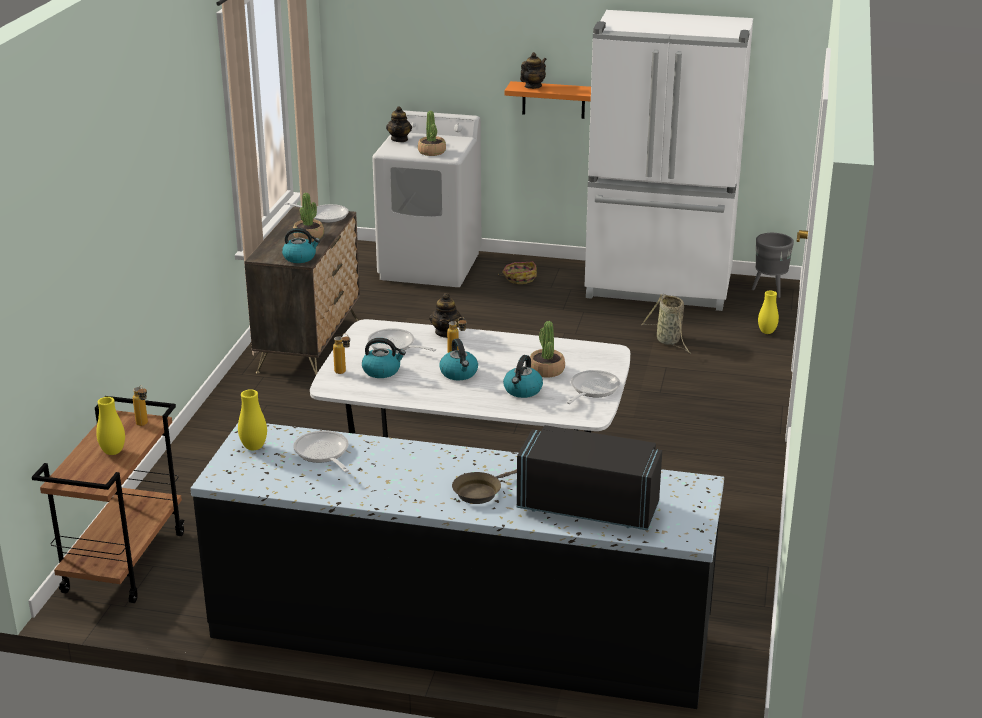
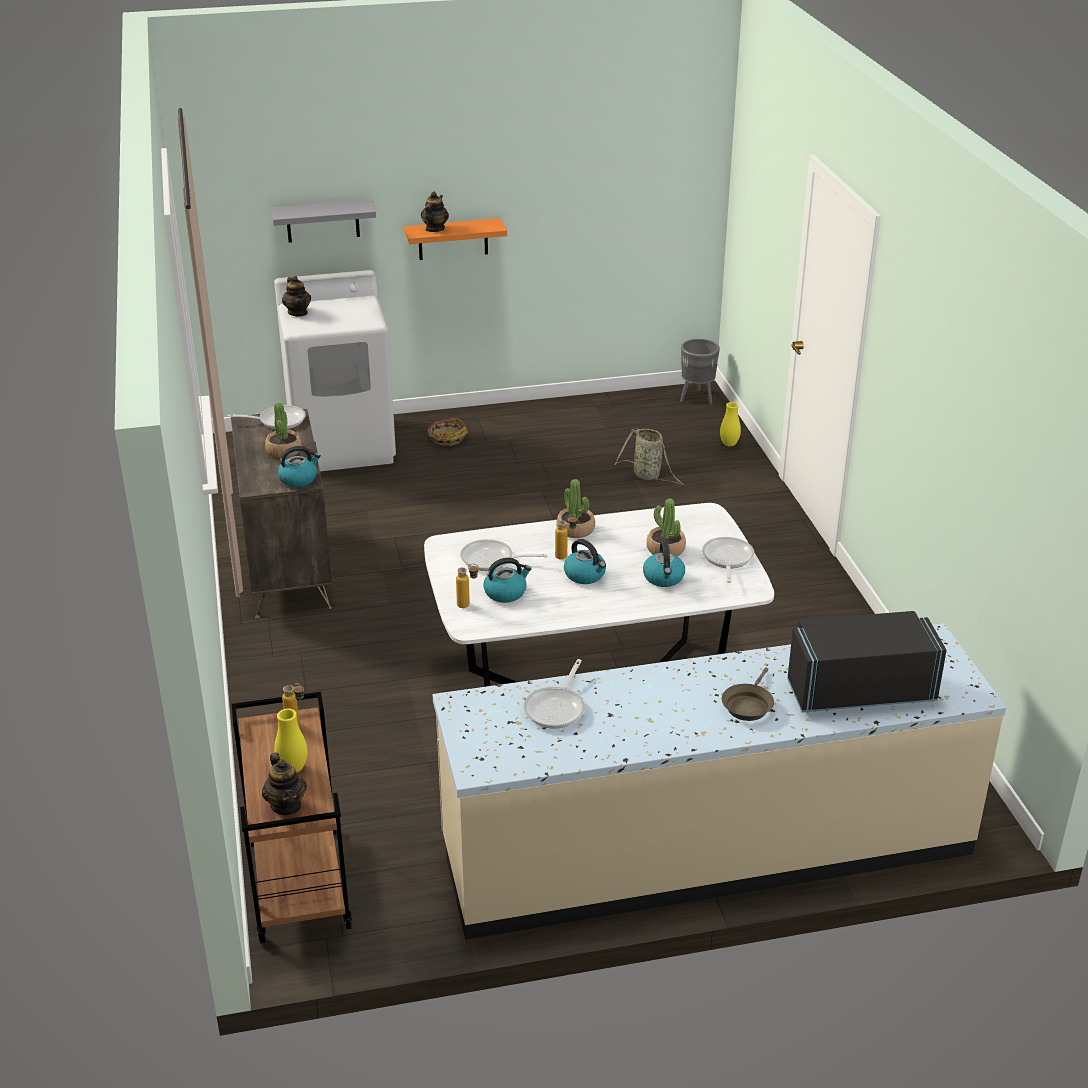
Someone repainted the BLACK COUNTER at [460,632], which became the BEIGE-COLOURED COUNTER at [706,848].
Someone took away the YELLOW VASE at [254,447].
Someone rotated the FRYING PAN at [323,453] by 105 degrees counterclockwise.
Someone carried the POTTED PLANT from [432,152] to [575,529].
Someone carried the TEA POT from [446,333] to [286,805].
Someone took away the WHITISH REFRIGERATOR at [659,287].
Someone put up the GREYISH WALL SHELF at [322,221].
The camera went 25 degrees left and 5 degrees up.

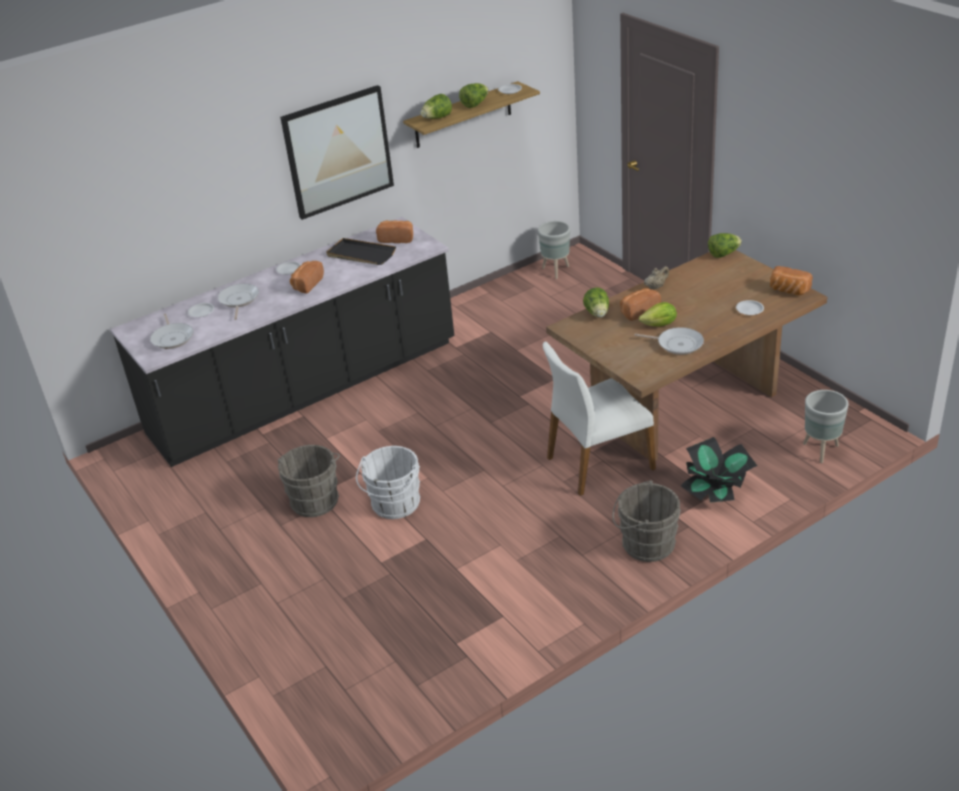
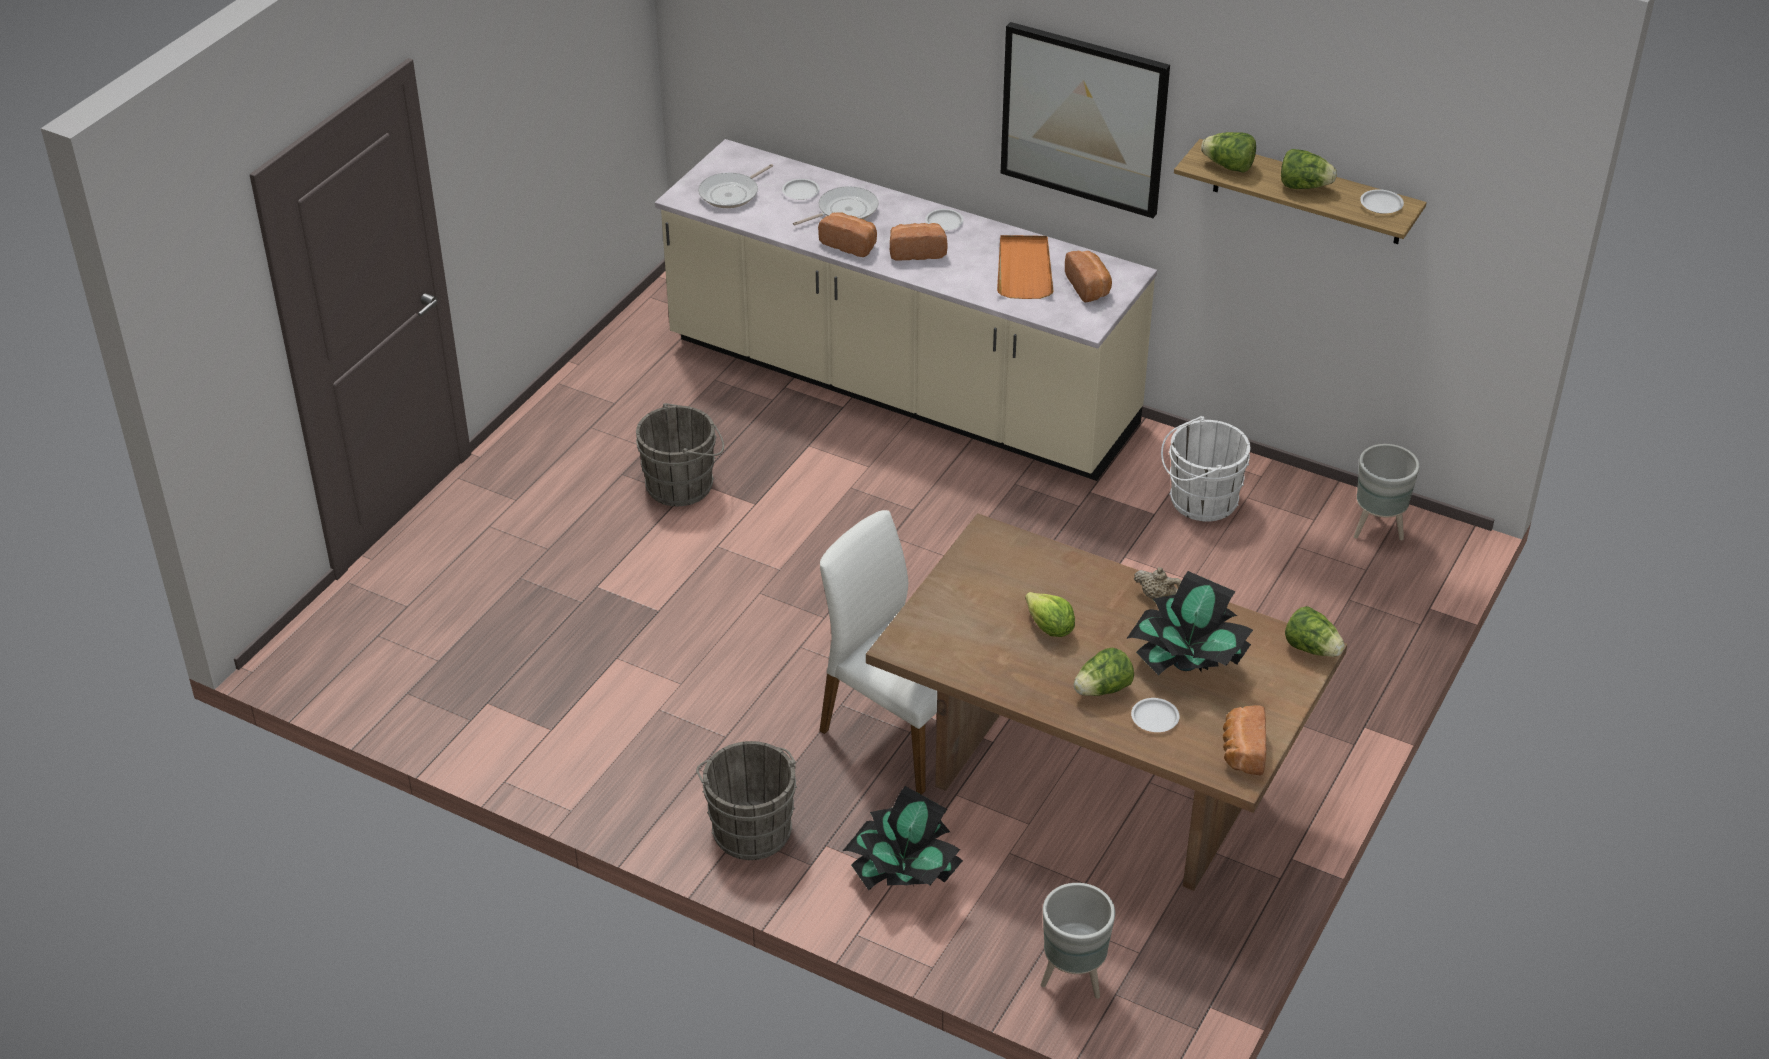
Someone repainted the BLACK COUNTER at [305,389], which became the BEIGE-COLOURED COUNTER at [900,386].
Someone repainted the BLACK TRAY at [360,254], which became the ORANGEY TRAY at [1024,270].
Someone carried the WHITISH BUCKET from [394,505] to [1199,500].
Someone carried the HEAD OF LETTUCE from [597,314] to [1102,690].
Someone carried the BAKERY BREAD from [638,311] to [850,244].
Someone took away the FRYING PAN at [677,344].
Someone put down the POTTED PLANT at [1186,664].
The camera went 60 degrees right and 5 degrees up.

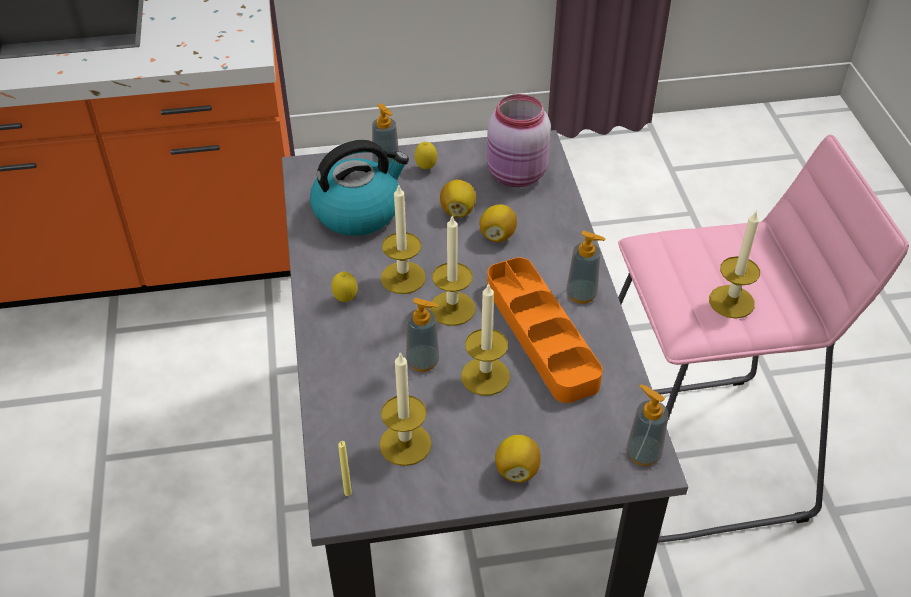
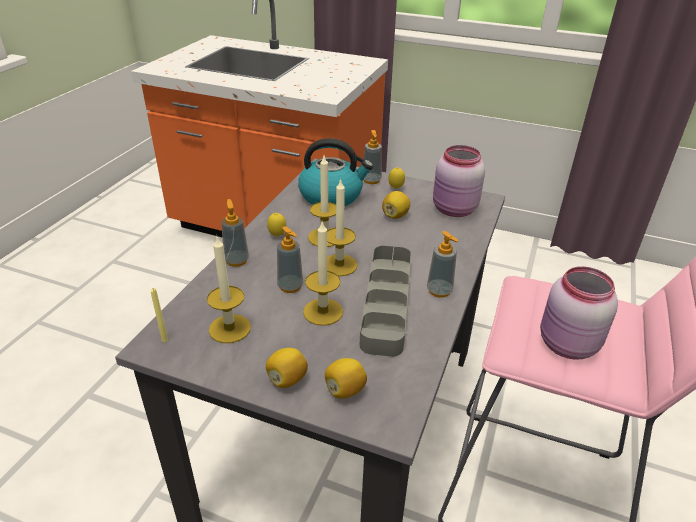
Someone carried the WHOLE LEMON from [497,235] to [345,390].
Someone repainted the ORANGEY TRAY at [541,334], which became the GREYISH TRAY at [386,303].
Someone carried the SOAP BOTTLE from [643,454] to [236,260].
Someone swapped the WAX LIGHT at [731,301] for the PINK JAR at [566,345].
The camera went 30 degrees right and 10 degrees down.

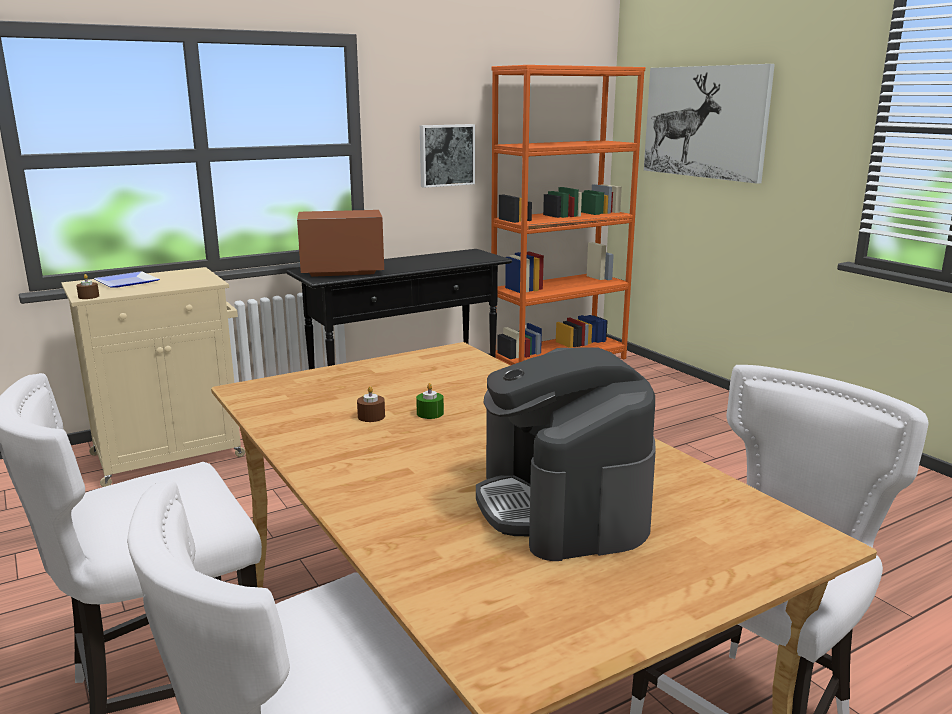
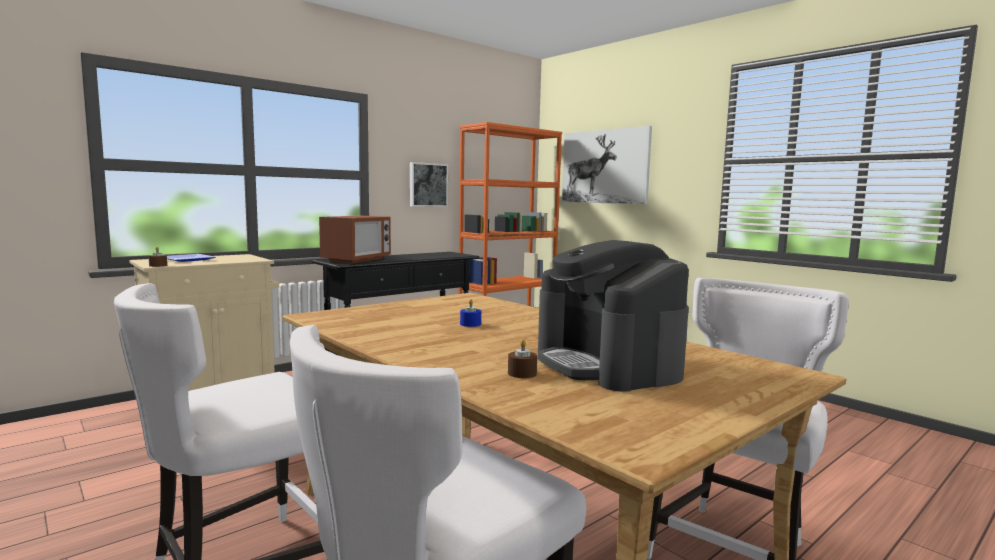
Someone rotated the MICROWAVE OVEN at [342,271] by 135 degrees clockwise.
Someone carried the BROWN WAX LIGHT from [371,416] to [522,373].
Someone repainted the GREEN WAX LIGHT at [430,413], which became the BLUE WAX LIGHT at [470,324].
The camera went 10 degrees left and 10 degrees down.

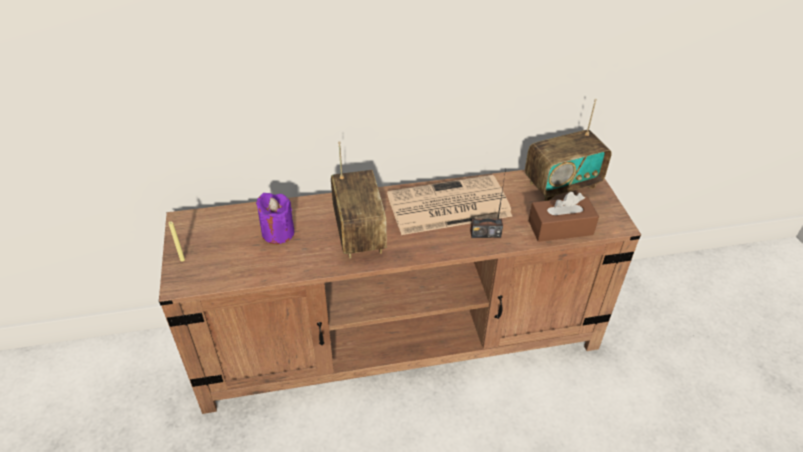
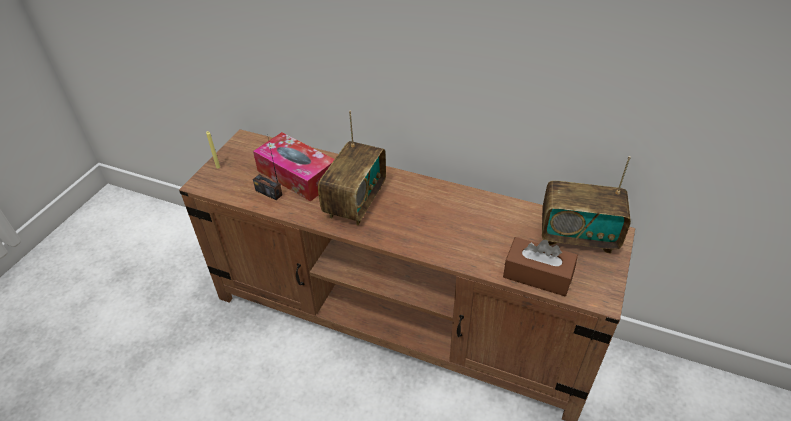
Someone swapped the PURPLE-COLOURED WAX LIGHT at [278,233] for the TISSUE BOX at [297,175].
Someone took away the DAILY PAPER at [447,206].
Someone carried the RADIO from [485,234] to [269,192].
The camera went 35 degrees right and 0 degrees up.

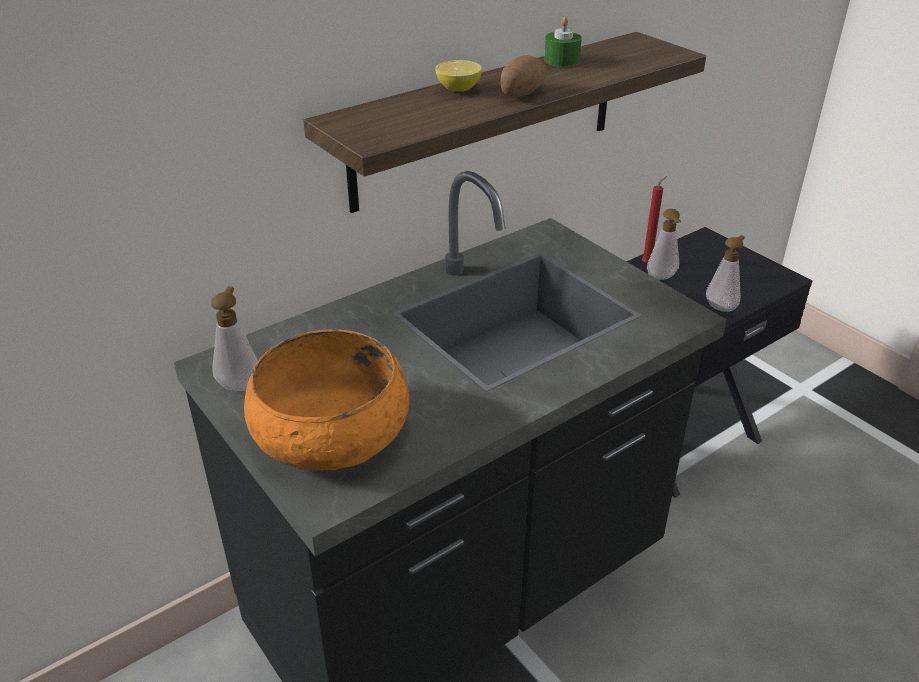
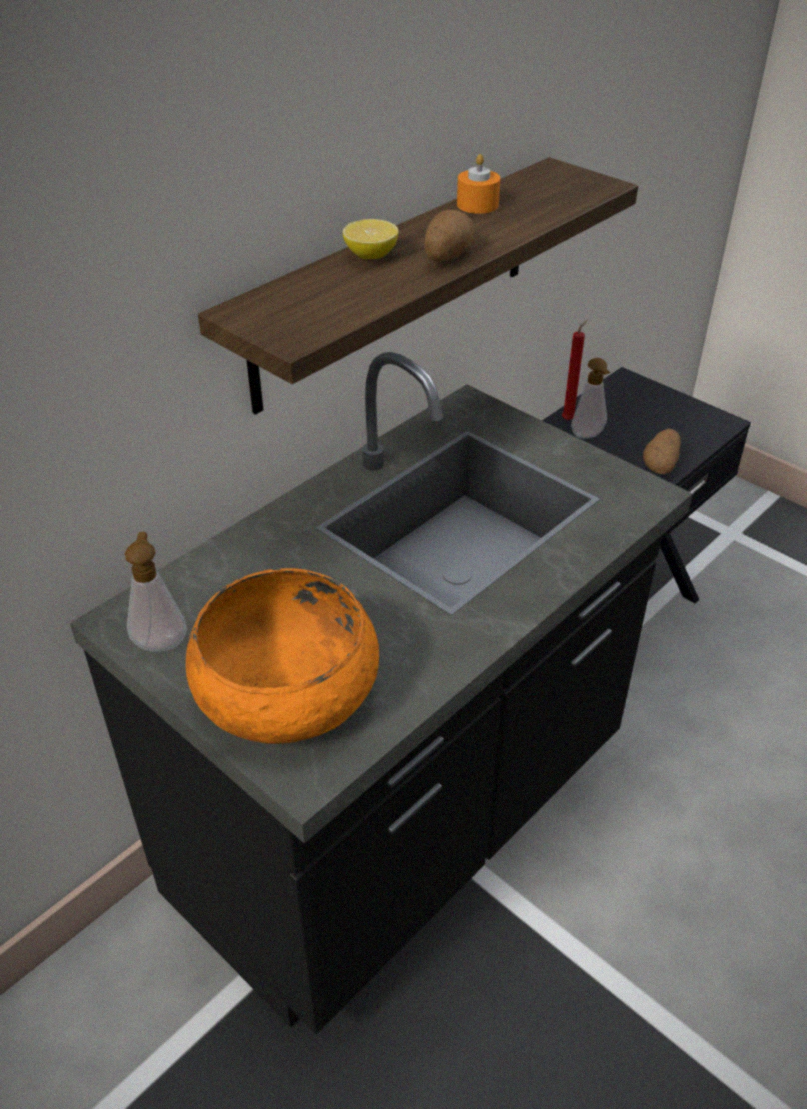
Someone repainted the GREEN WAX LIGHT at [561,60], which became the ORANGEY WAX LIGHT at [477,204].
Someone swapped the SOAP BOTTLE at [721,306] for the WHOLE POTATO at [661,464].
The camera went 10 degrees left and 5 degrees up.

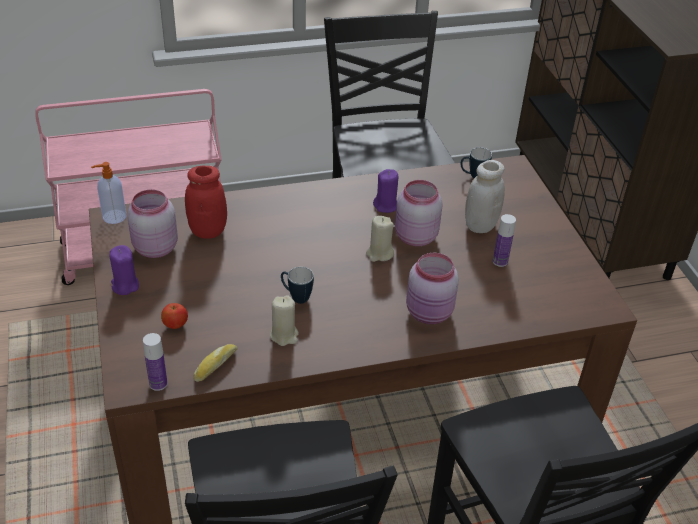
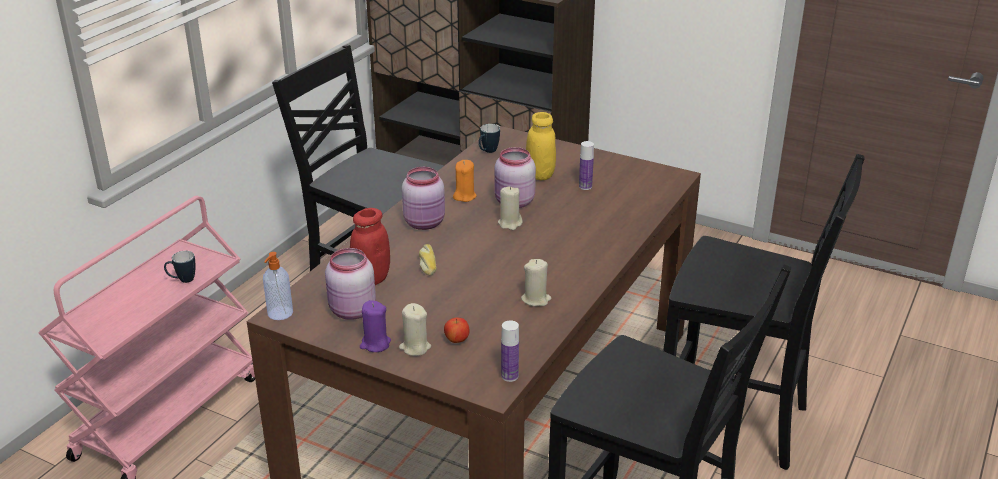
Someone carried the BAKERY BREAD from [214,365] to [427,264].
Someone carried the TEA MUG from [296,297] to [182,280].
Someone repainted the PURPLE-COLOURED WAX LIGHT at [386,205], which became the ORANGEY WAX LIGHT at [464,196].
Someone carried the PINK JAR from [429,313] to [425,223].
Someone repainted the WHITISH JAR at [480,225], which became the YELLOW JAR at [540,175].
Someone put down the BEIGE-COLOURED WAX LIGHT at [415,347].
The camera went 45 degrees left and 10 degrees down.

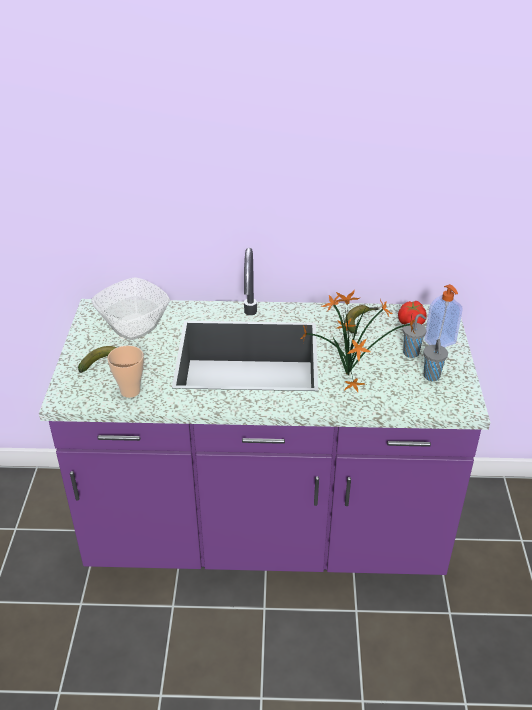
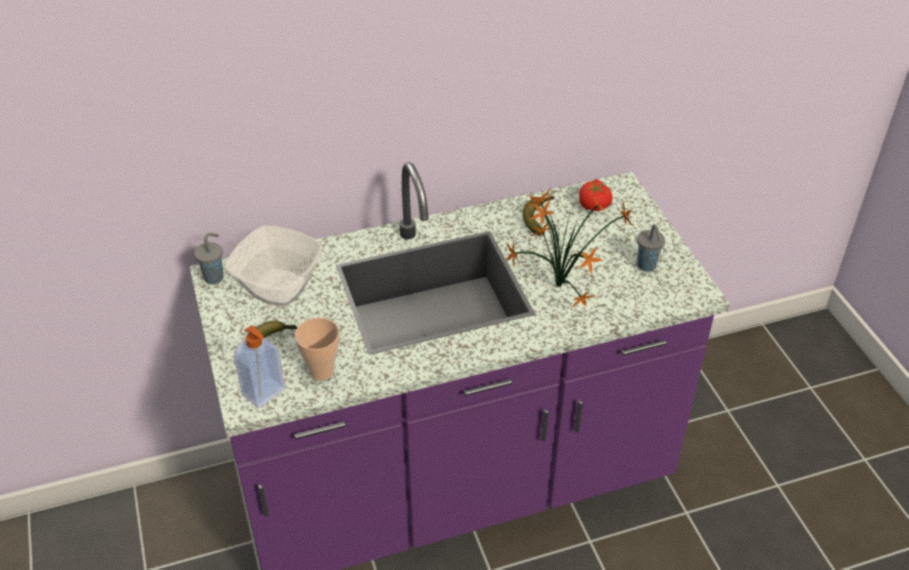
Someone carried the GREYISH CUP from [411,352] to [215,277].
Someone carried the SOAP BOTTLE from [440,342] to [264,393].
The camera went 20 degrees left and 5 degrees up.

